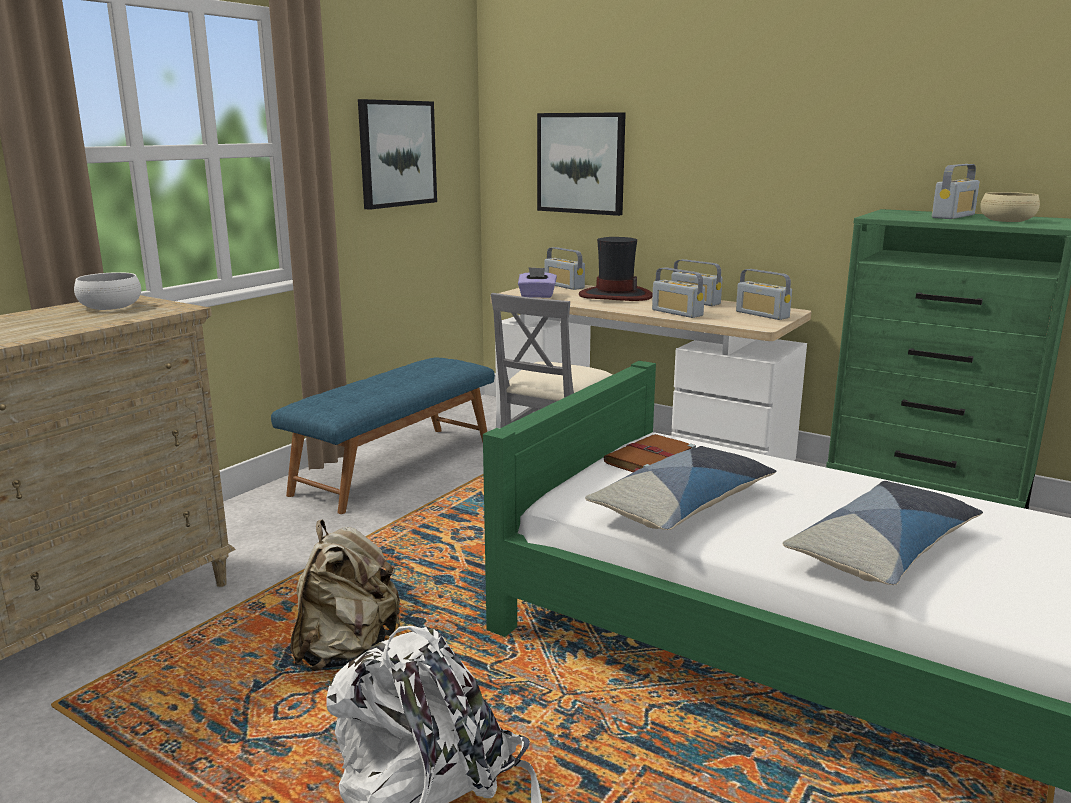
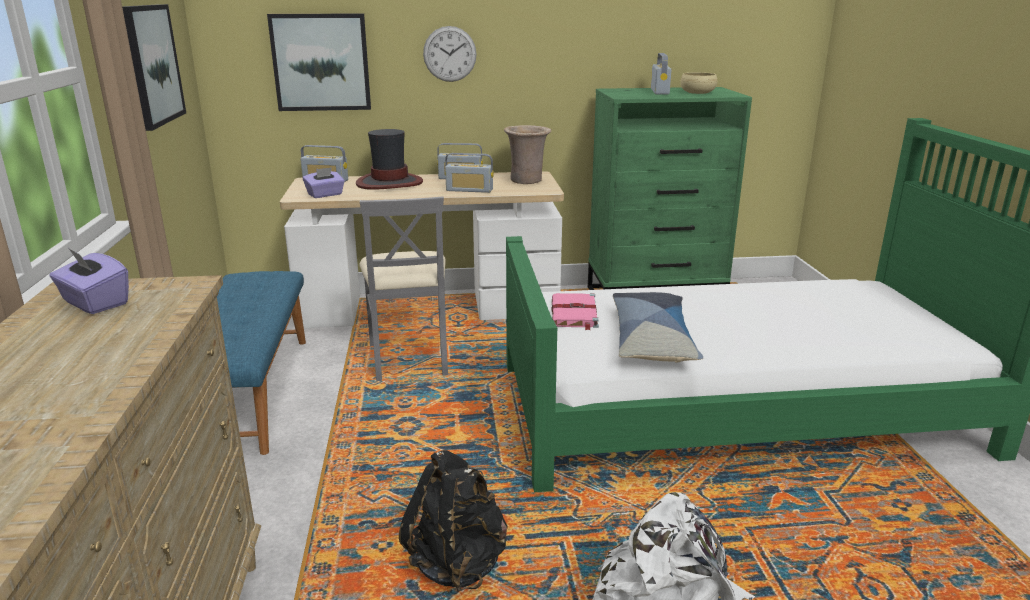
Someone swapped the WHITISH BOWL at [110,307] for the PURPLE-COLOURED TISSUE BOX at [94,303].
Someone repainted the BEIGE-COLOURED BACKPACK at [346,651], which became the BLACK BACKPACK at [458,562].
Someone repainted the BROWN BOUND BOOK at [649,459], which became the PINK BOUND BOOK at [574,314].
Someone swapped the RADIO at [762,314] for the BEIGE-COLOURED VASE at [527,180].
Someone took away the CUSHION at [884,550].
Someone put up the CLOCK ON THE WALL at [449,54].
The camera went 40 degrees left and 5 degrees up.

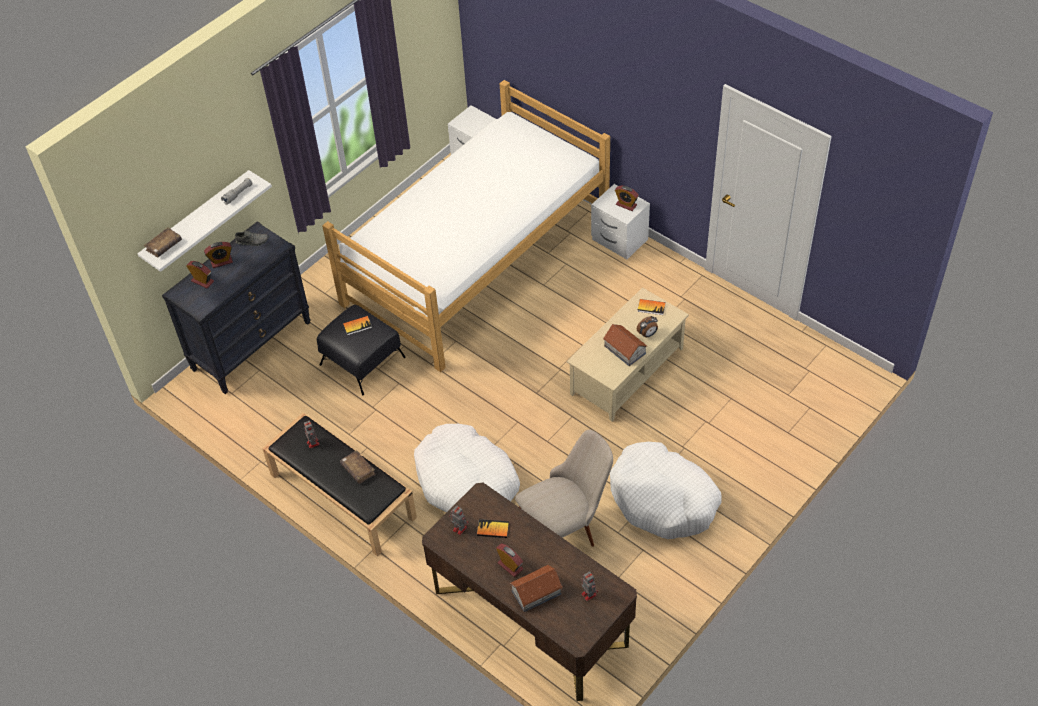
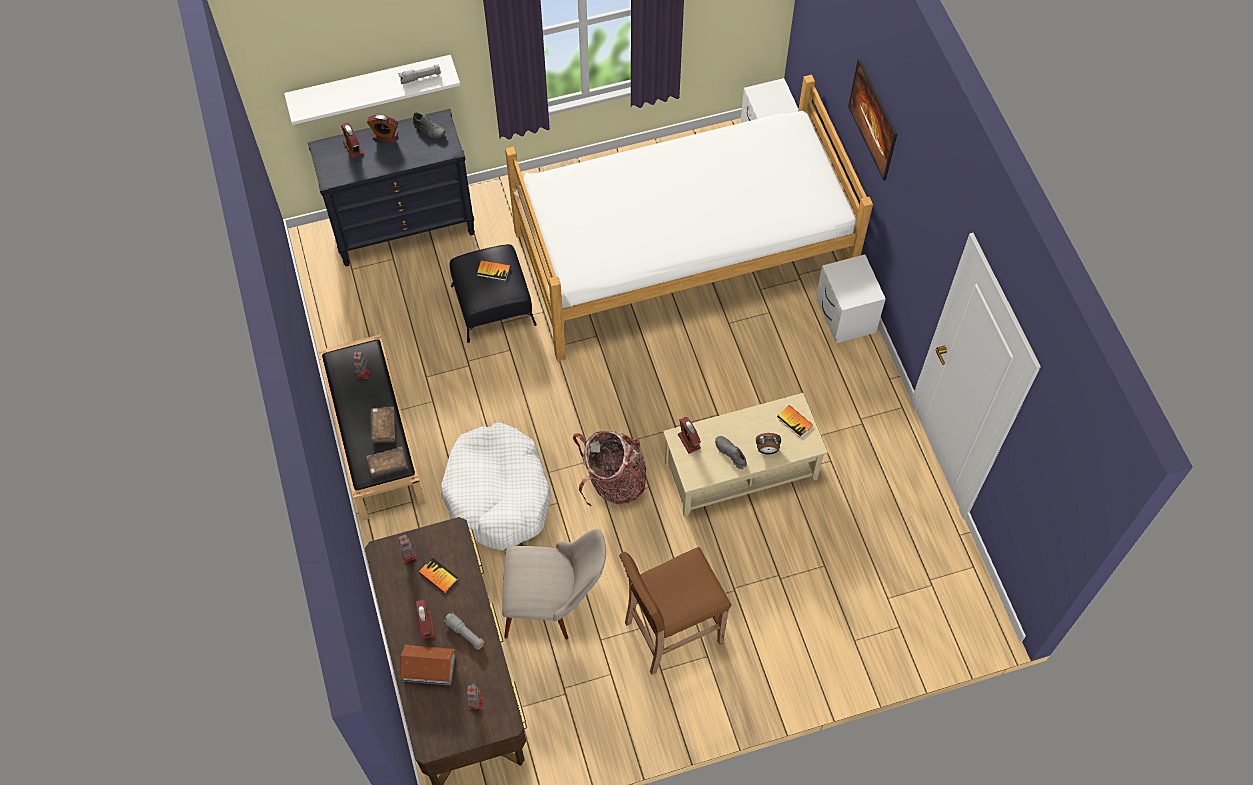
Someone carried the BROWN BOUND BOOK from [164,246] to [387,465].
Someone swapped the TOY HOUSE at [625,350] for the GREYISH ITEM OF FOOTWEAR at [730,454].
Someone swapped the WHITISH DOG CUSHION at [663,499] for the BROWN STOOL at [671,632].
Someone carried the TABLE CLOCK from [626,205] to [689,441].
Someone put down the GREYISH TORCH at [465,633].
Someone put down the BACKPACK at [613,481].
Someone put up the WALL PICTURE at [870,131].
The camera went 30 degrees right and 10 degrees up.

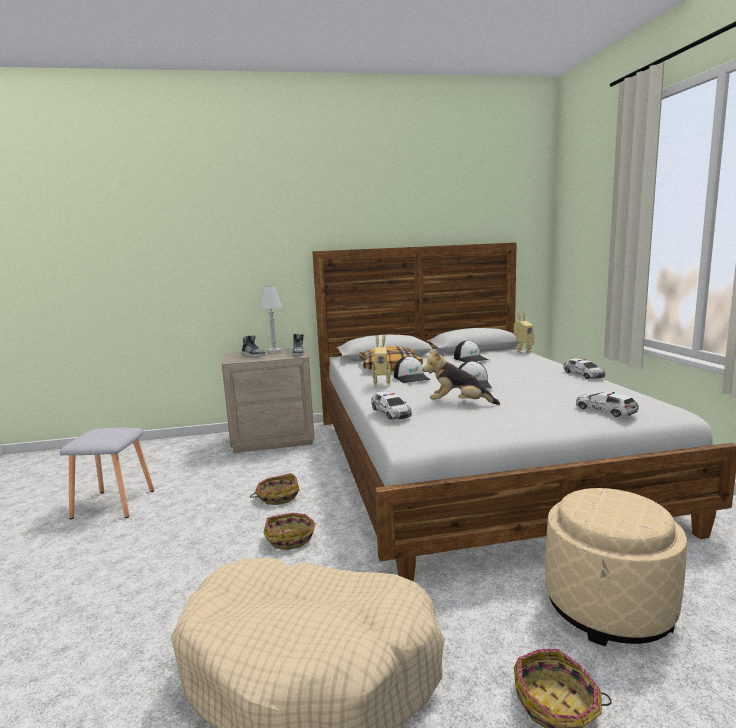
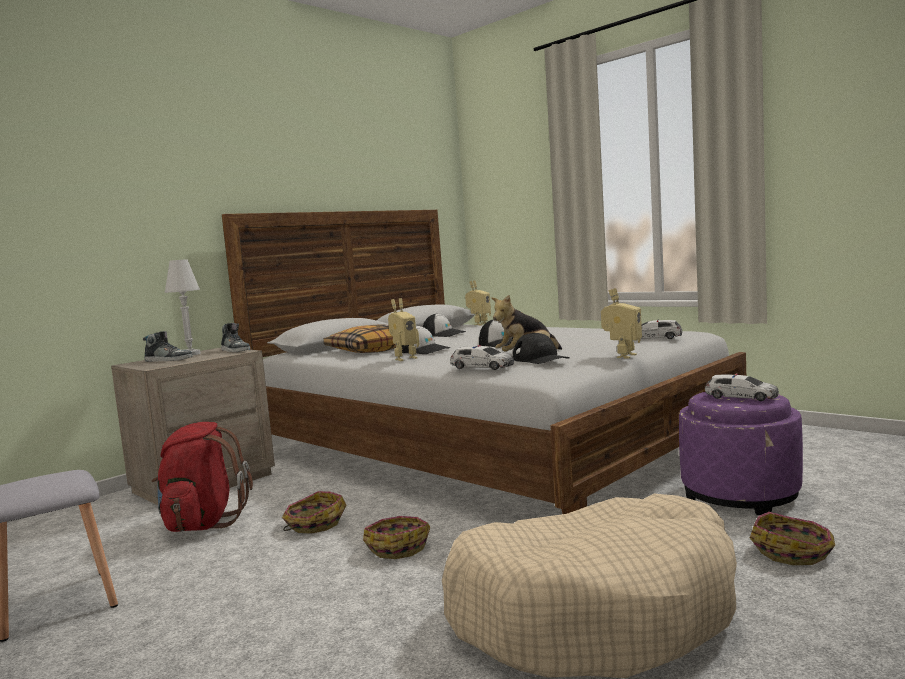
Someone repainted the BEIGE-COLOURED OTTOMAN at [608,607], which became the PURPLE-COLOURED OTTOMAN at [740,494].
Someone carried the TOY CAR from [583,374] to [741,397].
Someone put down the RED-COLOURED BACKPACK at [202,523].
Someone put down the BLACK PEAKED CAP at [540,359].
Someone put down the TOY ROBOT at [622,356].
The camera went 35 degrees left and 5 degrees down.

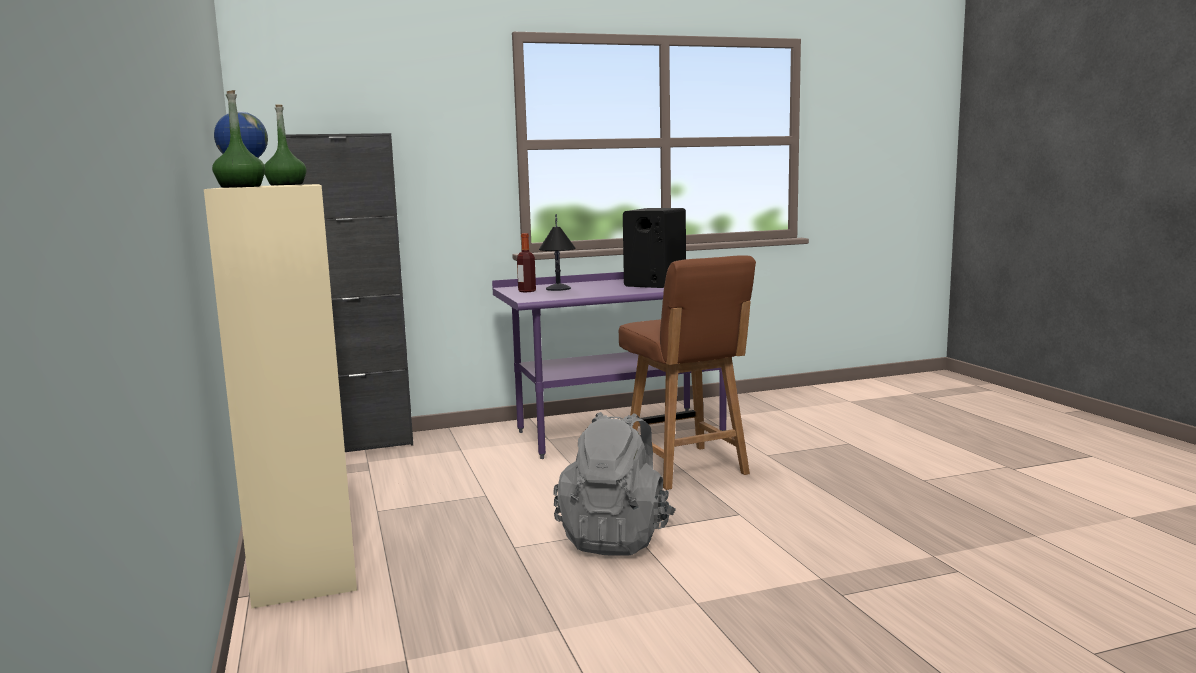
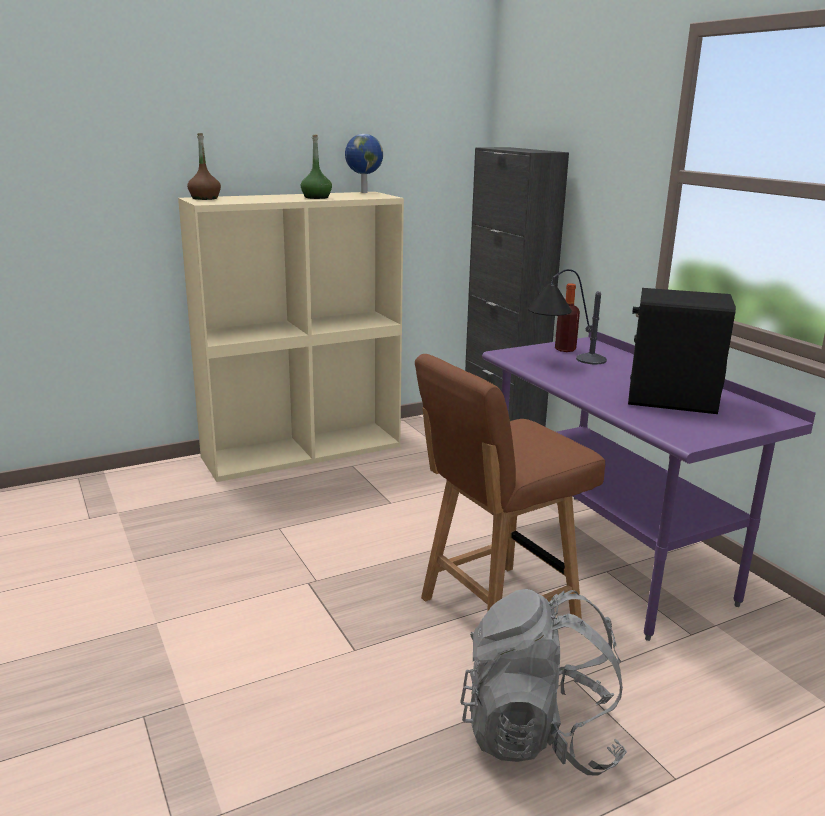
Someone repainted the GREEN BEVERAGE BOTTLE at [240,187], which became the BROWN BEVERAGE BOTTLE at [204,198].
Someone carried the GREYISH BACKPACK from [616,538] to [538,735].
The camera went 80 degrees right and 10 degrees up.

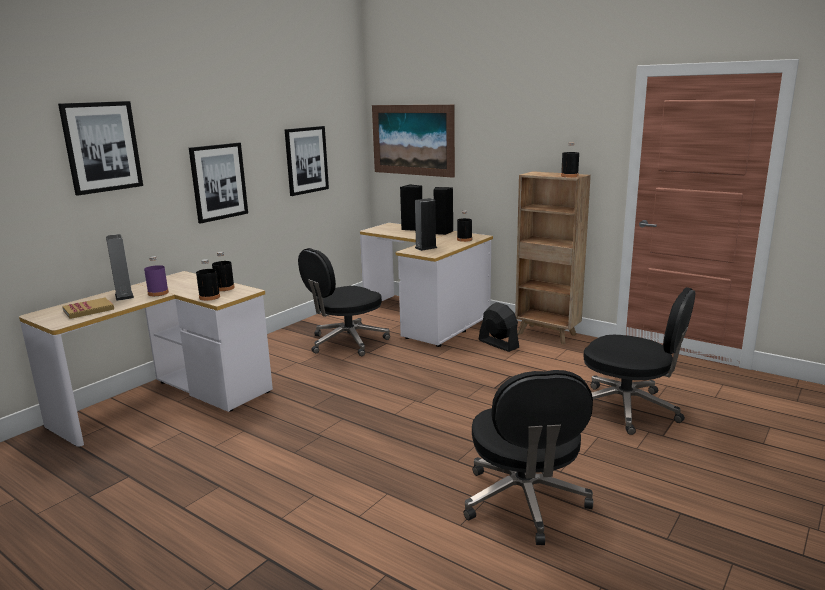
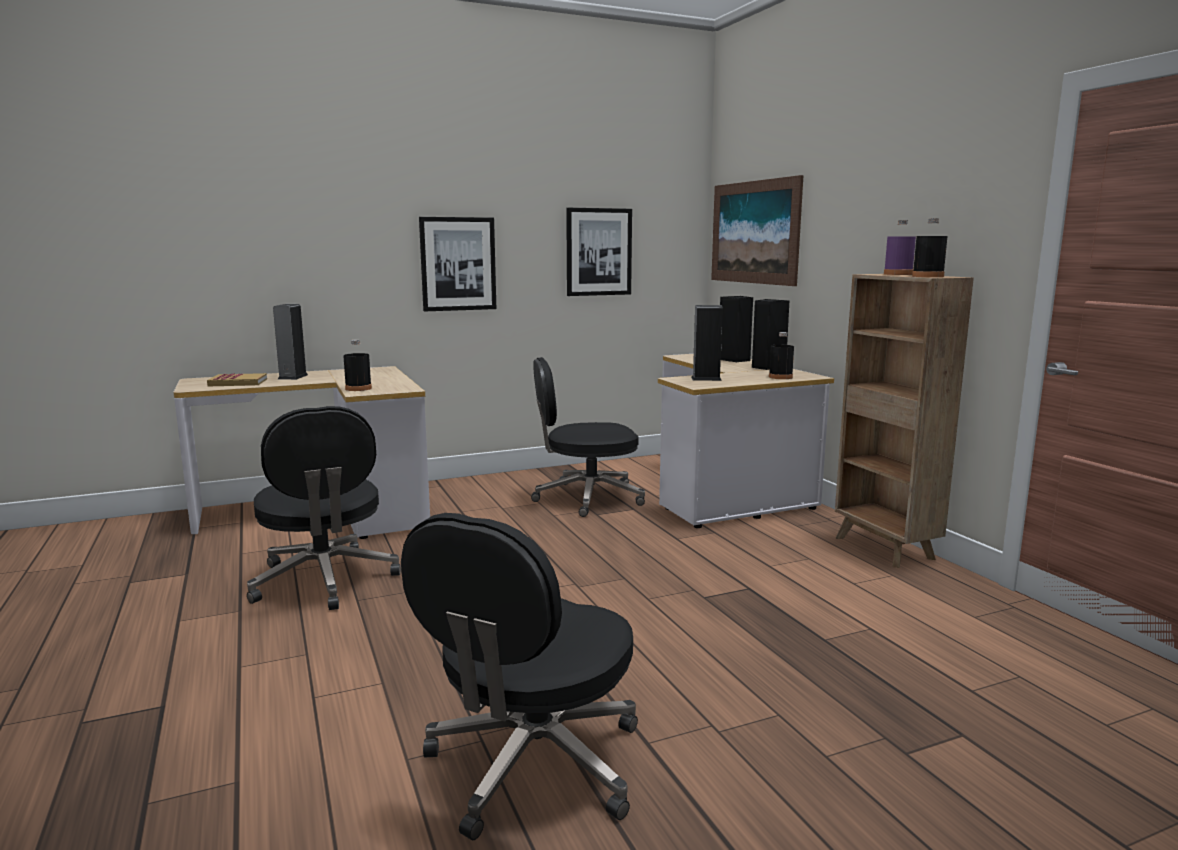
Someone took away the WALL PICTURE at [102,147].
Someone carried the PURPLE-COLOURED BEVERAGE BOTTLE from [158,293] to [898,274].
Someone took away the BLACK BEVERAGE BOTTLE at [224,288].
Someone took away the BLACK COOLING FAN at [498,344].
Someone carried the BLACK DESK CHAIR from [629,409] to [324,581].
The camera went 30 degrees right and 5 degrees down.

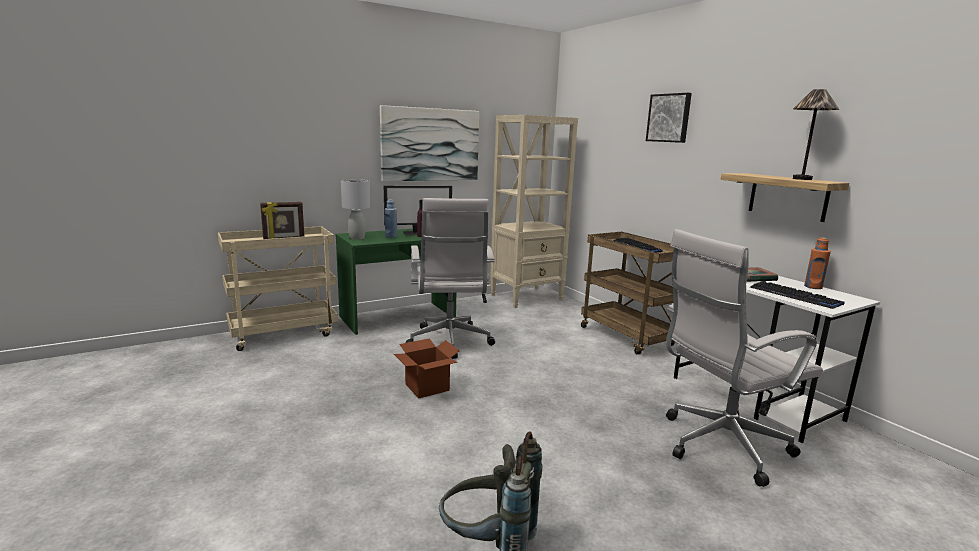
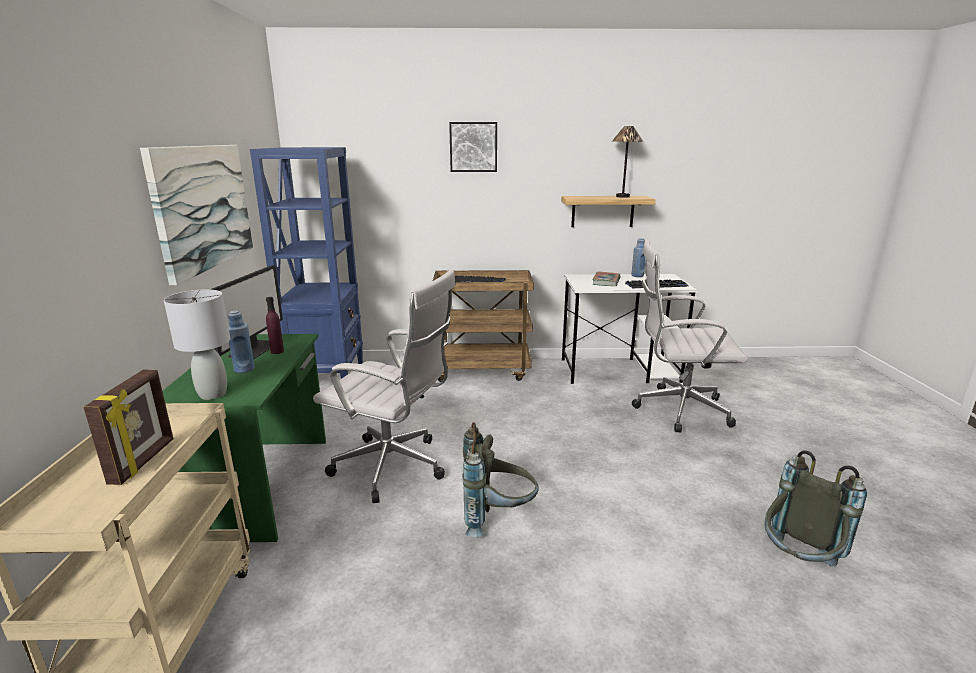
Someone swapped the CARDBOARD BOX at [427,387] for the GREYISH BACKPACK at [497,518].
Someone repainted the BEIGE-COLOURED BOOKSHELF at [527,297], which became the BLUE BOOKSHELF at [328,380].
Someone rotated the WHITISH DESK CHAIR at [719,446] by 90 degrees clockwise.
Someone repainted the ORANGEY BEVERAGE BOTTLE at [813,287], which became the BLUE BEVERAGE BOTTLE at [637,276].
The camera went 60 degrees left and 5 degrees up.

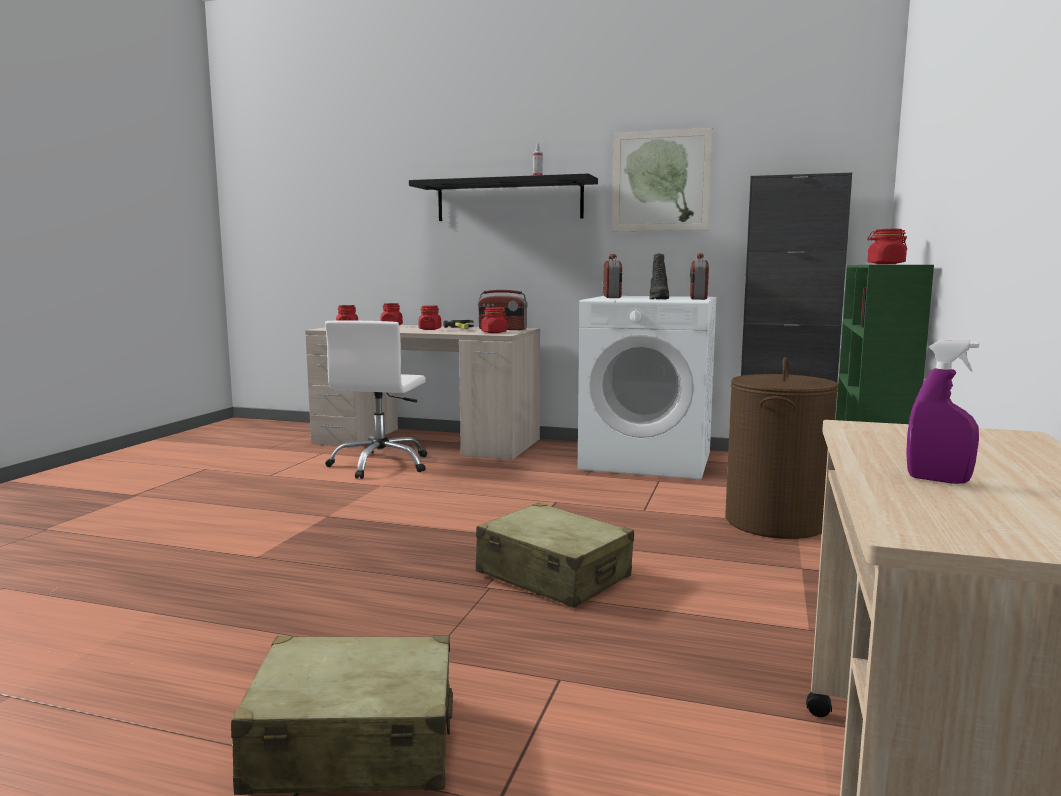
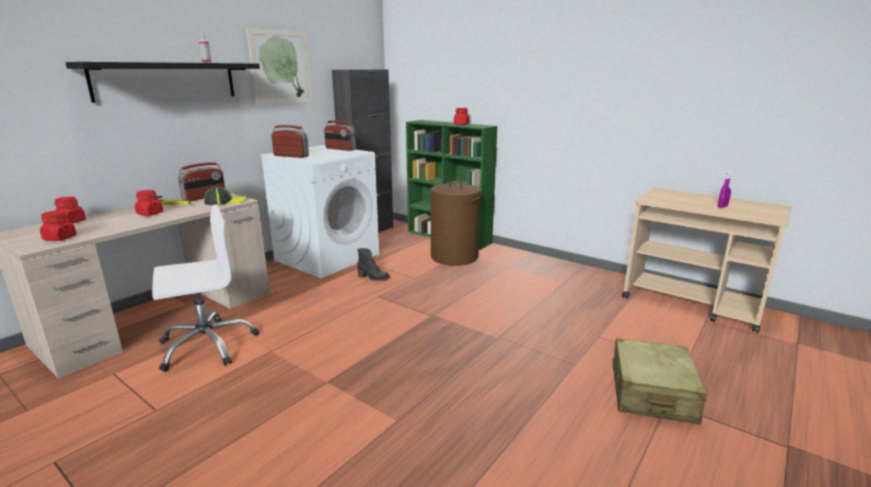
Someone rotated the WHITISH DESK CHAIR at [381,465] by 60 degrees counterclockwise.
Someone took away the BEIGE-COLOURED TRAVEL CASE at [553,575].
Someone swapped the RED-COLOURED JAR at [493,332] for the PEAKED CAP at [225,201].
Someone carried the BLACK HIGH-TOP BOOT from [658,299] to [373,278].
The camera went 70 degrees left and 10 degrees up.

